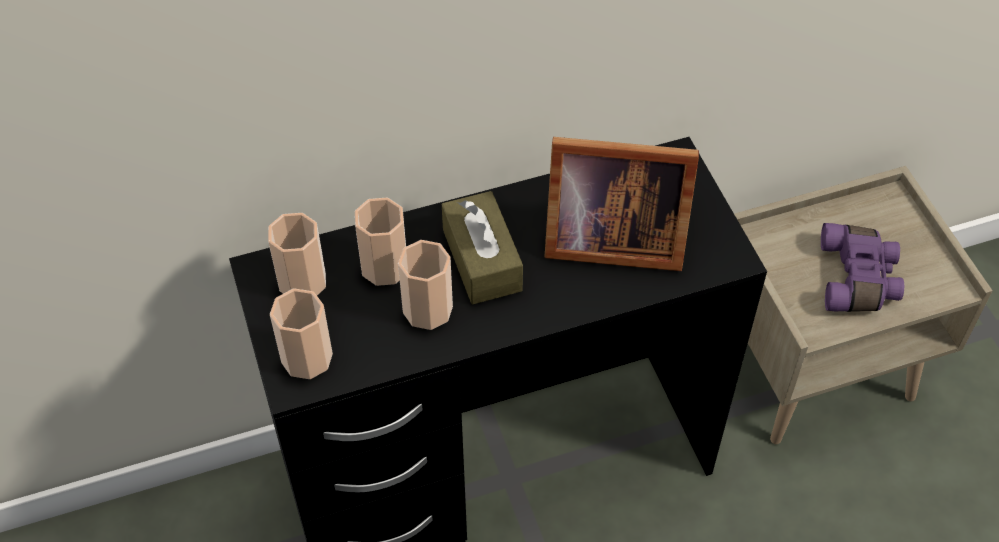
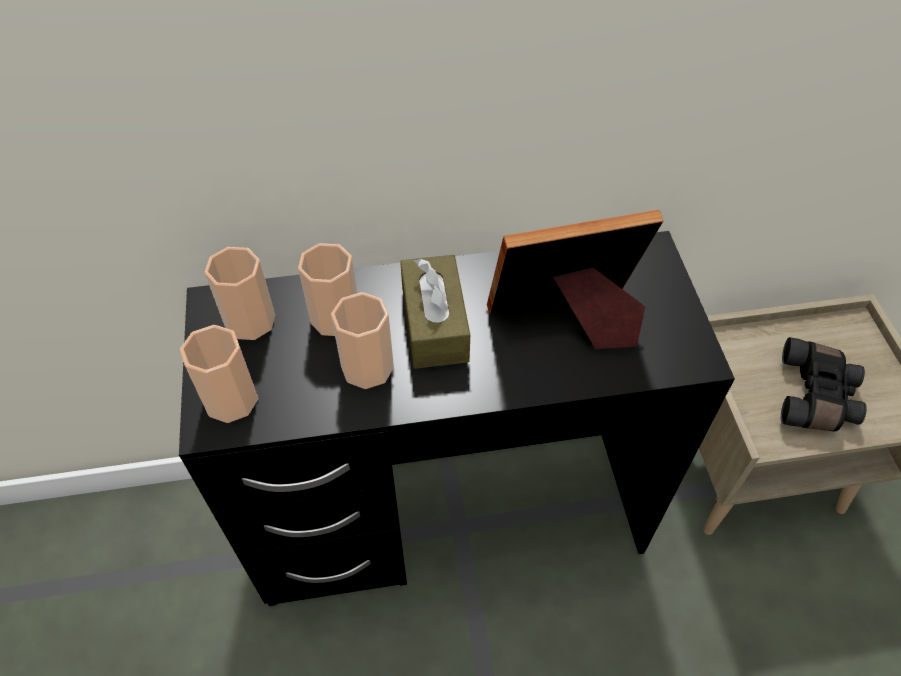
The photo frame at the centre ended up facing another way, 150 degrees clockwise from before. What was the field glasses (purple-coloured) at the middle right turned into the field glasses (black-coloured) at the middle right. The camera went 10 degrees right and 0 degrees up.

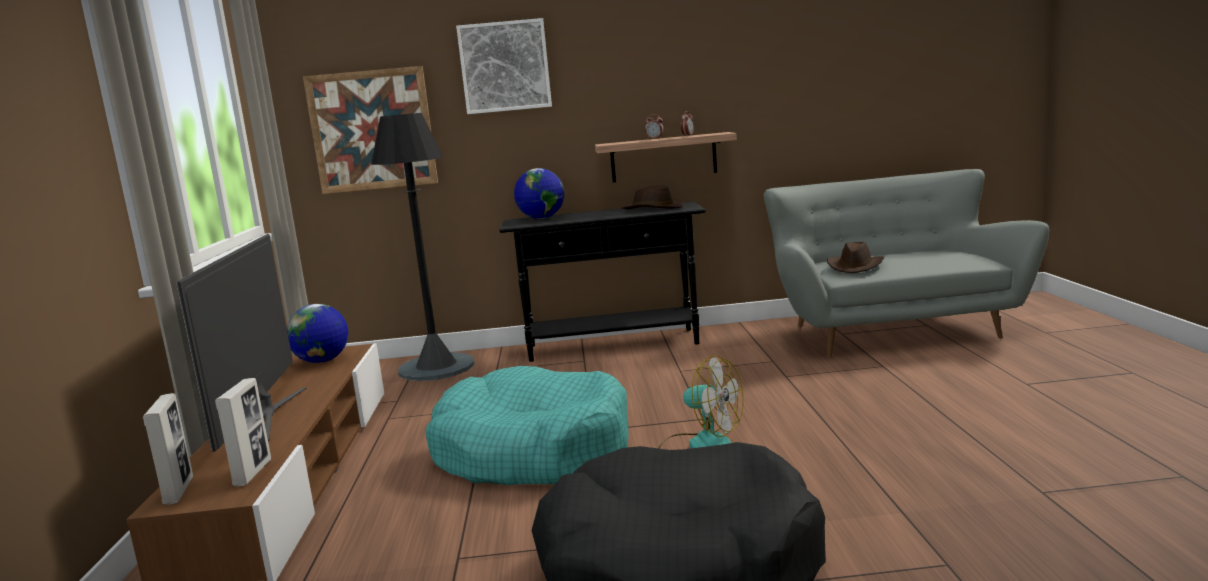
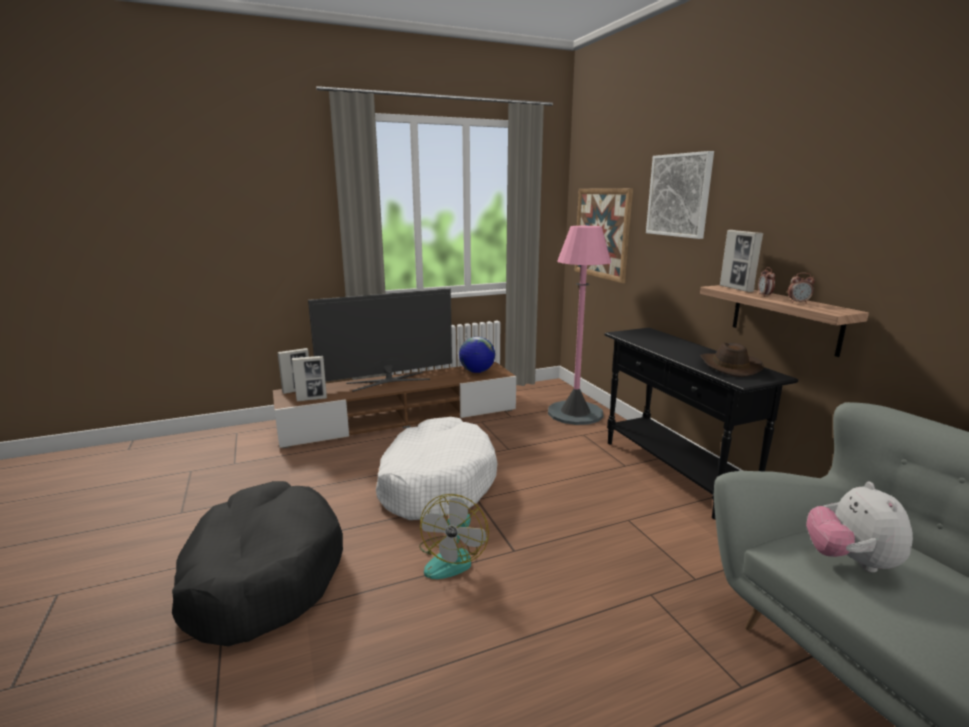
What was the standard lamp (black-coloured) at the centre turned into the standard lamp (pinkish) at the centre. The second view lost the world globe (2nd from left) at the top centre. Where the wearable hat (brown) (2nd from left) stood at the middle right, the soft toy came to stand at the bottom right. What was the pet bed (turquoise) at the bottom centre turned into the pet bed (white-coloured) at the centre. The second view gained the photo frame (3rd from left) at the middle right. The camera went 70 degrees right and 5 degrees up.

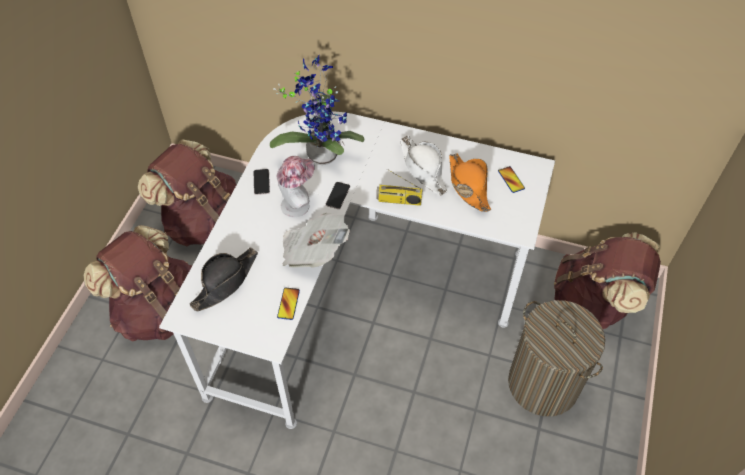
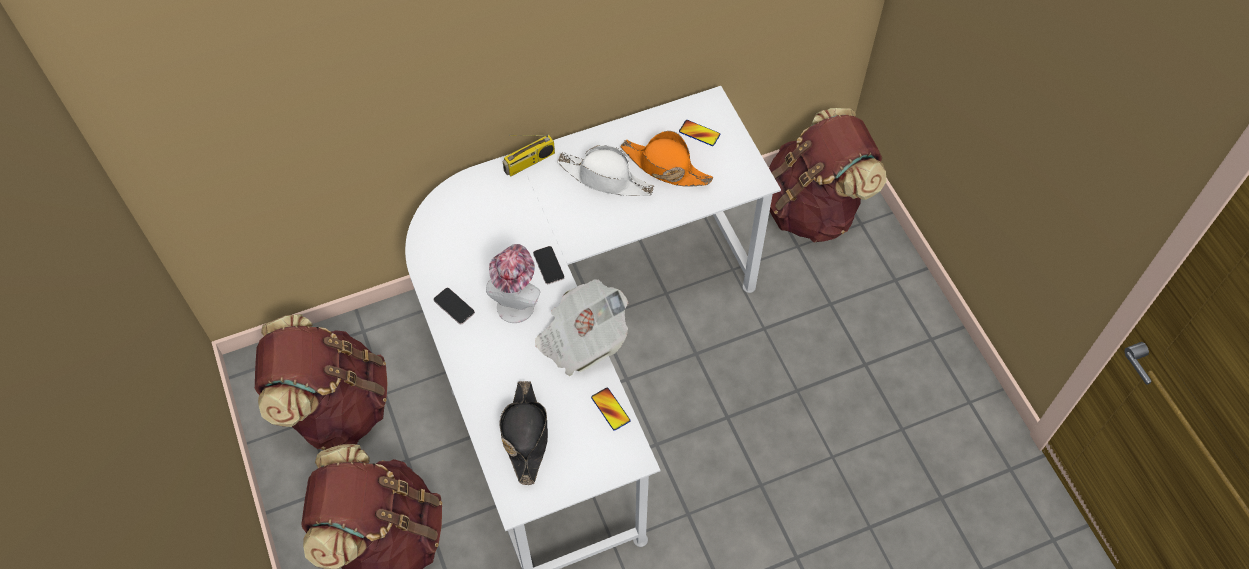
The second view lost the houseplant at the top centre. The radio receiver ended up elsewhere, having gone from the centre to the top centre. The second view lost the hamper at the bottom right. The camera went 40 degrees left and 5 degrees up.

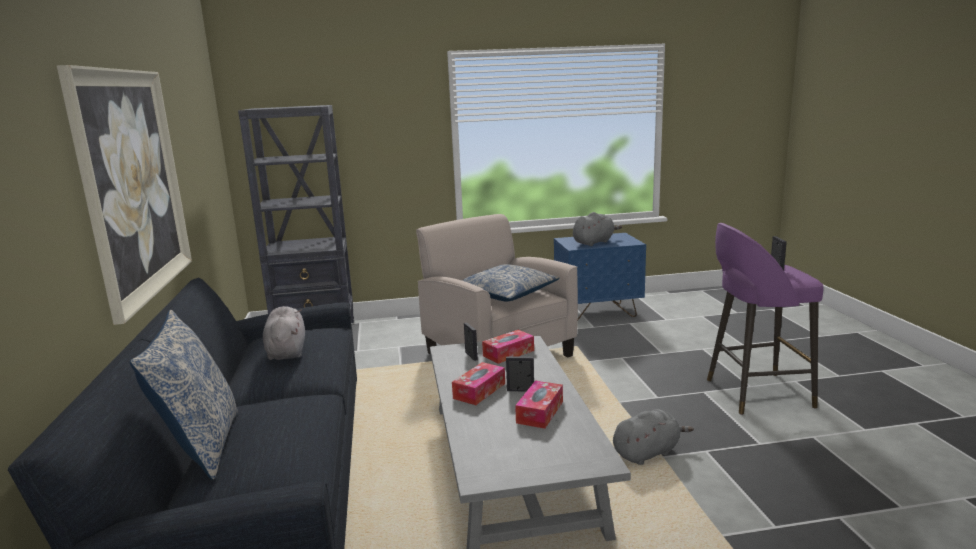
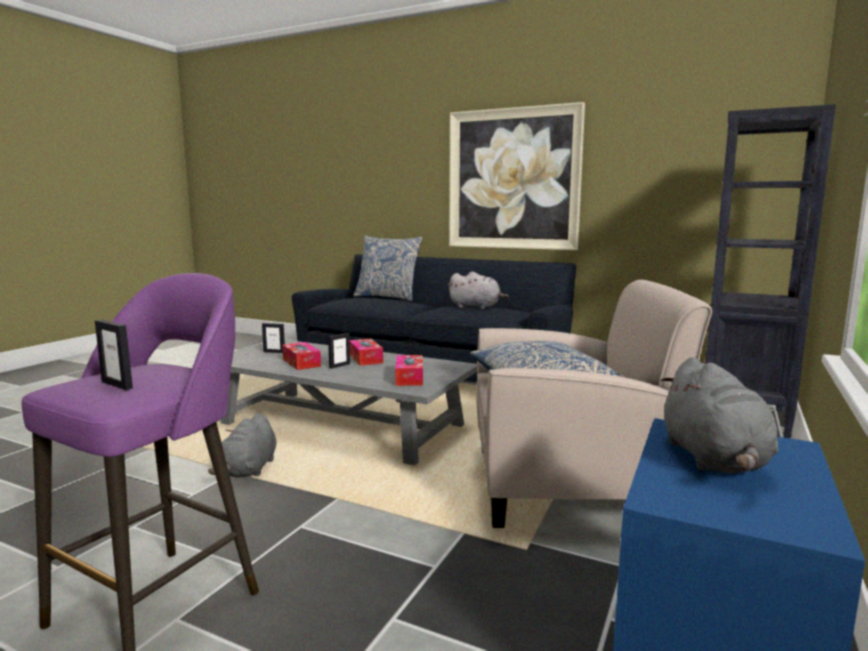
The photo frame (1st from left in the first image) ended up elsewhere, having gone from the centre to the middle left. The camera went 125 degrees right and 5 degrees down.

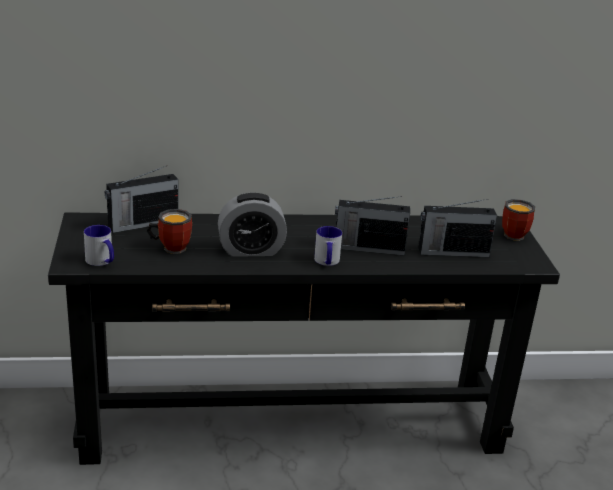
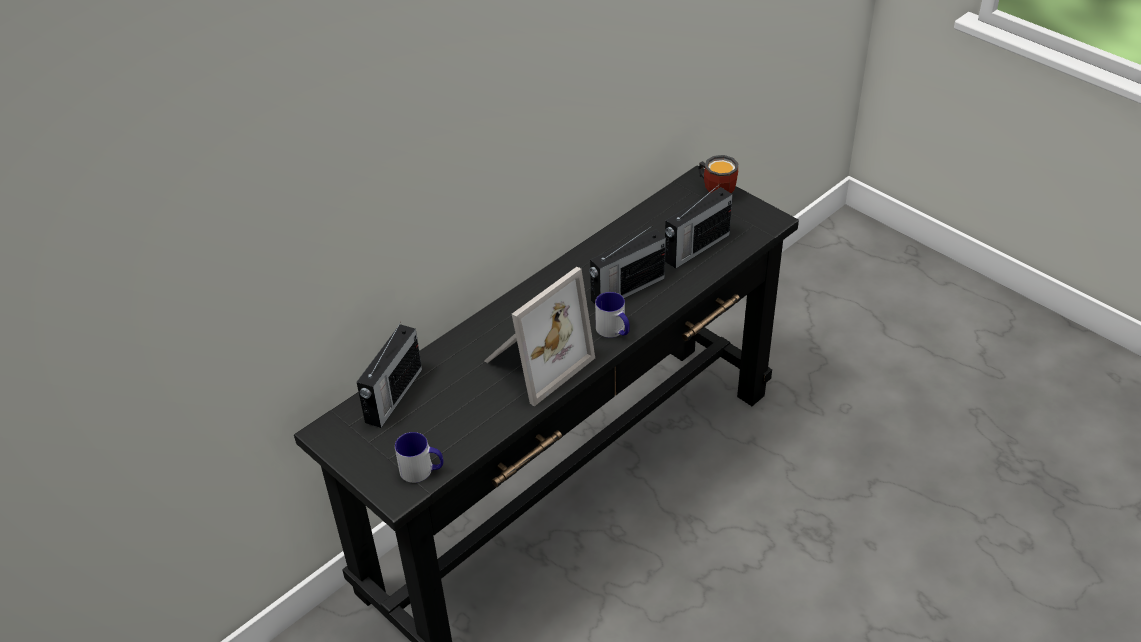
Where the bedside clock stood at the centre, the photo frame came to stand at the centre. The second view lost the mug (2nd from left) at the middle left. The camera went 35 degrees left and 15 degrees up.

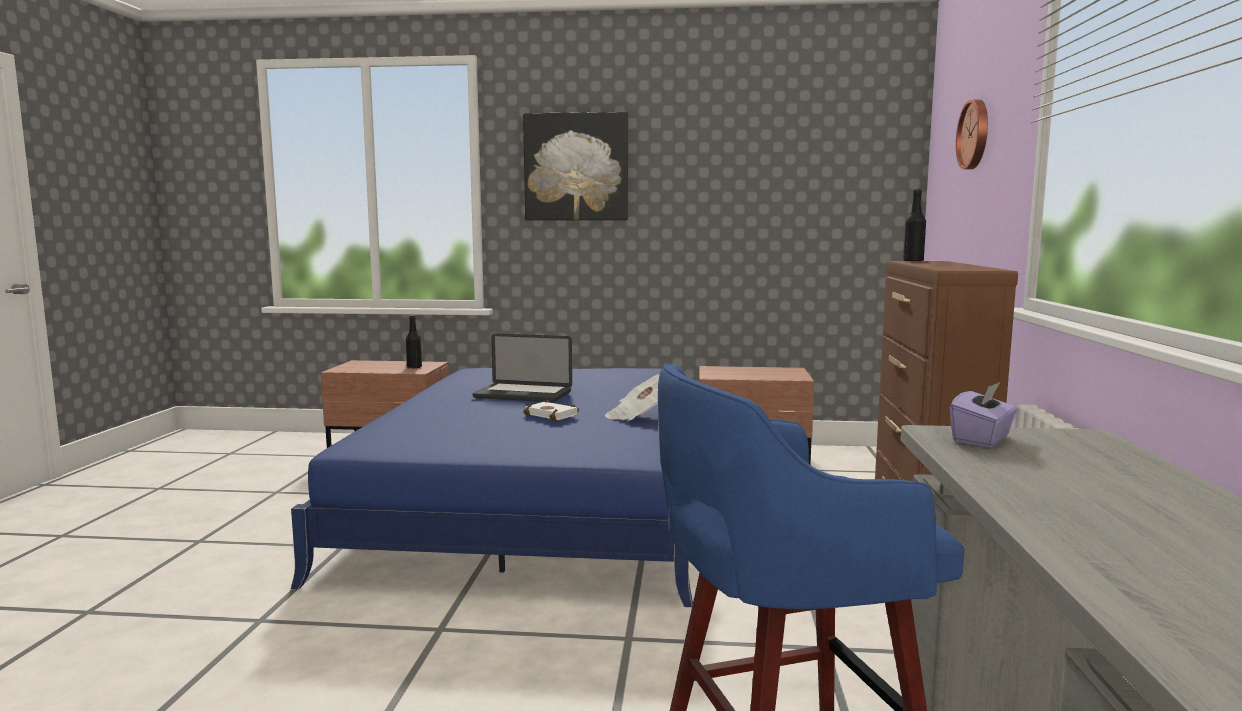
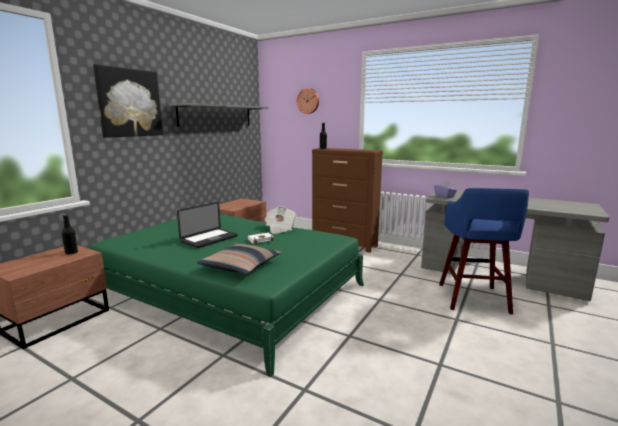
What was the bed (bluish) at the bottom centre turned into the bed (greenish) at the bottom centre. The second view gained the bracket shelf (grey) at the top centre. The second view gained the cushion at the centre. The camera went 65 degrees left and 5 degrees up.

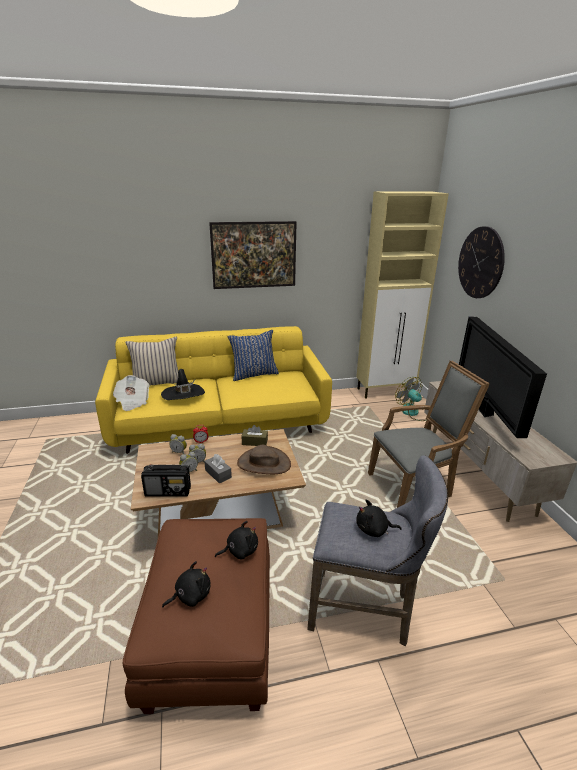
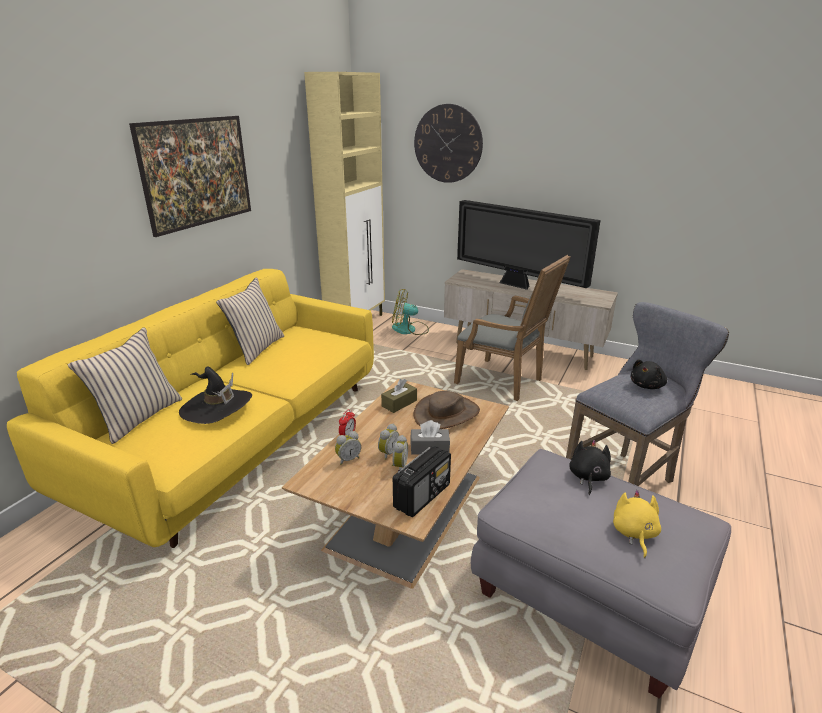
What was the cushion (bluish) at the centre turned into the cushion (sand-coloured) (2nd from left) at the middle left. The armchair (grey) at the middle right ended up facing another way, 105 degrees clockwise from before. The second view lost the newspaper at the middle left. What was the pouffe (brown) at the bottom centre turned into the pouffe (grey) at the bottom right. What was the soft toy (black-coloured) (1st from left) at the bottom left turned into the soft toy (yellowish) at the bottom right. The camera went 50 degrees left and 0 degrees up.

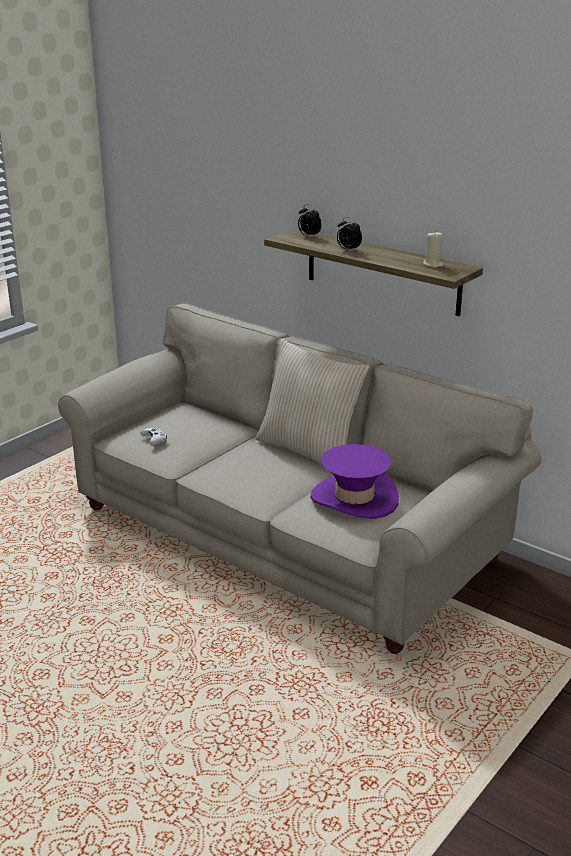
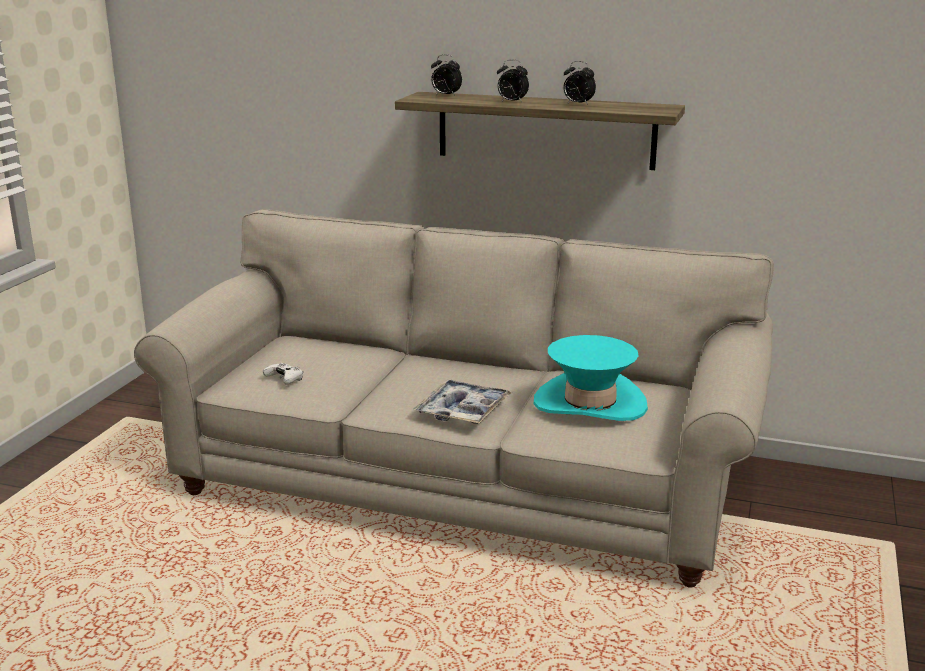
The second view lost the wax candle (sand-coloured) at the top right. The second view lost the cushion (sand-coloured) at the centre. What was the wearable hat (purple-coloured) at the centre turned into the wearable hat (turquoise) at the centre. The second view gained the bedside clock (3rd from left) at the top centre. The second view gained the tray at the centre. The camera went 20 degrees left and 5 degrees down.

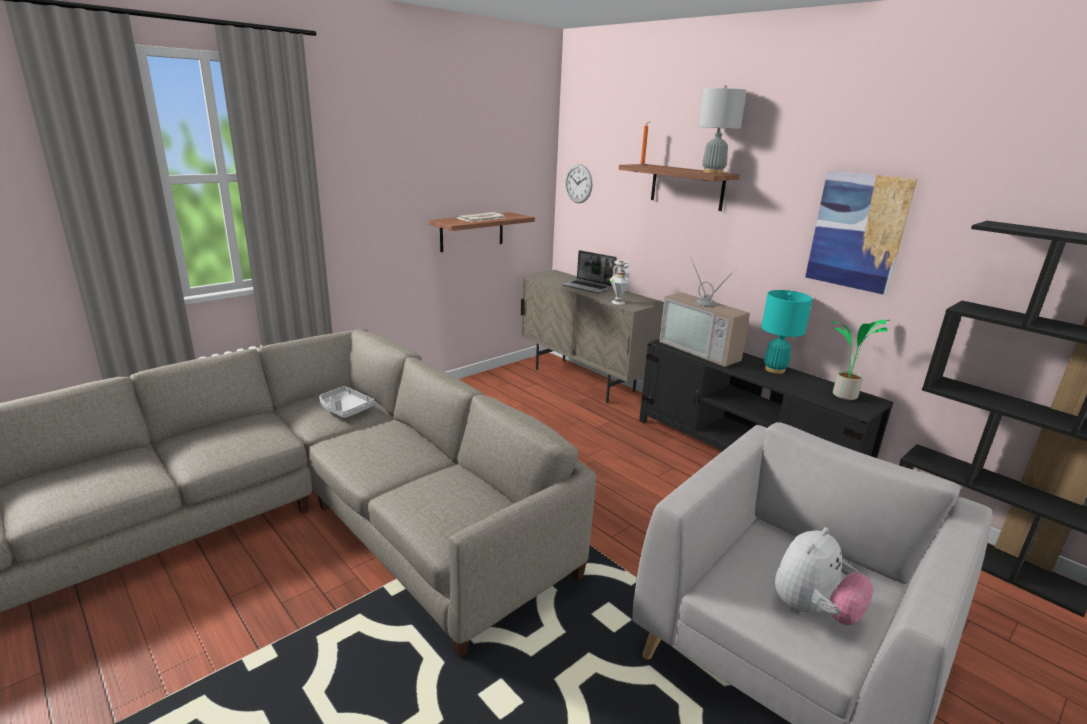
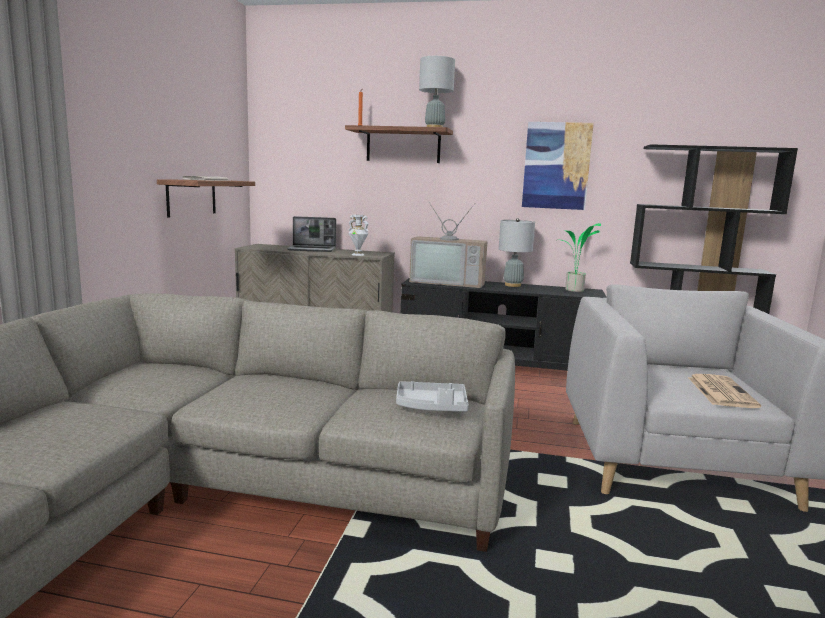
The second view lost the clock on the wall at the top centre. What was the table lamp (turquoise) at the middle right turned into the table lamp (grey) (2nd from left) at the centre. The tray (grey) ended up elsewhere, having gone from the middle left to the centre. Where the soft toy stood at the bottom right, the newspaper (2nd from left) came to stand at the middle right. The camera went 35 degrees left and 10 degrees down.

